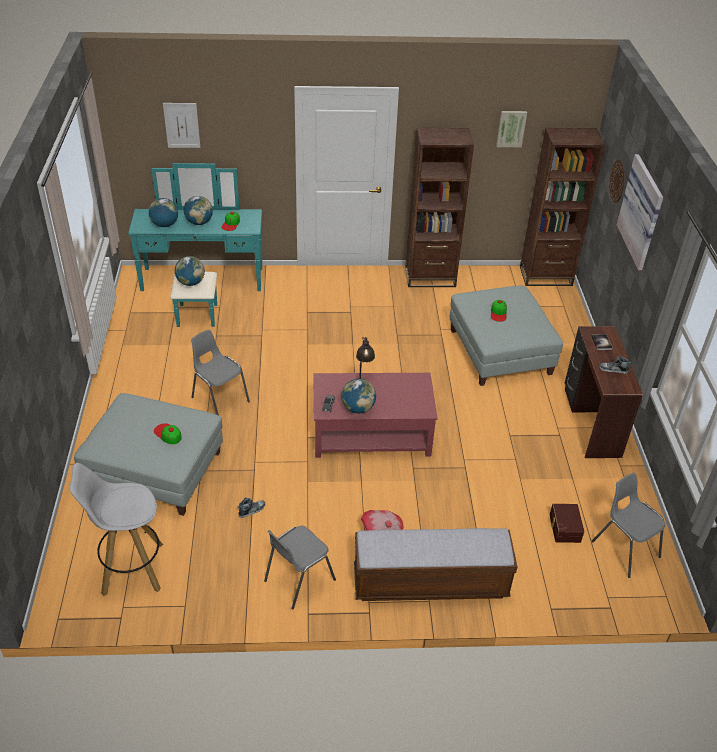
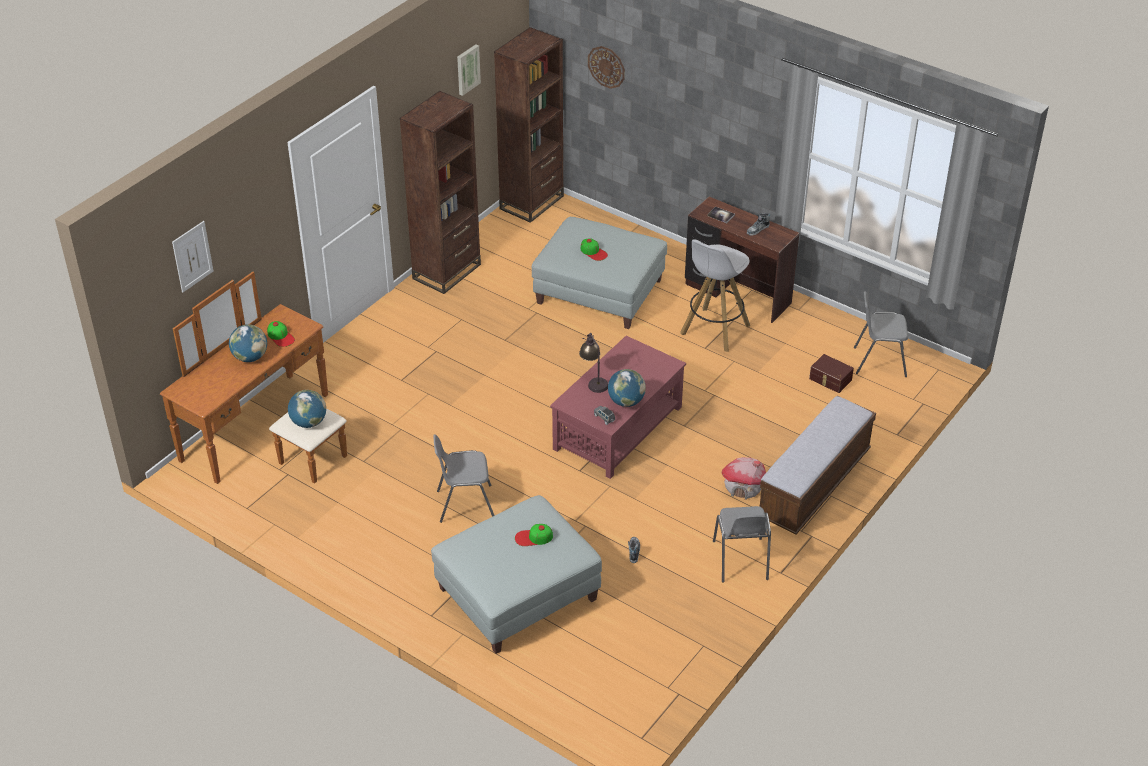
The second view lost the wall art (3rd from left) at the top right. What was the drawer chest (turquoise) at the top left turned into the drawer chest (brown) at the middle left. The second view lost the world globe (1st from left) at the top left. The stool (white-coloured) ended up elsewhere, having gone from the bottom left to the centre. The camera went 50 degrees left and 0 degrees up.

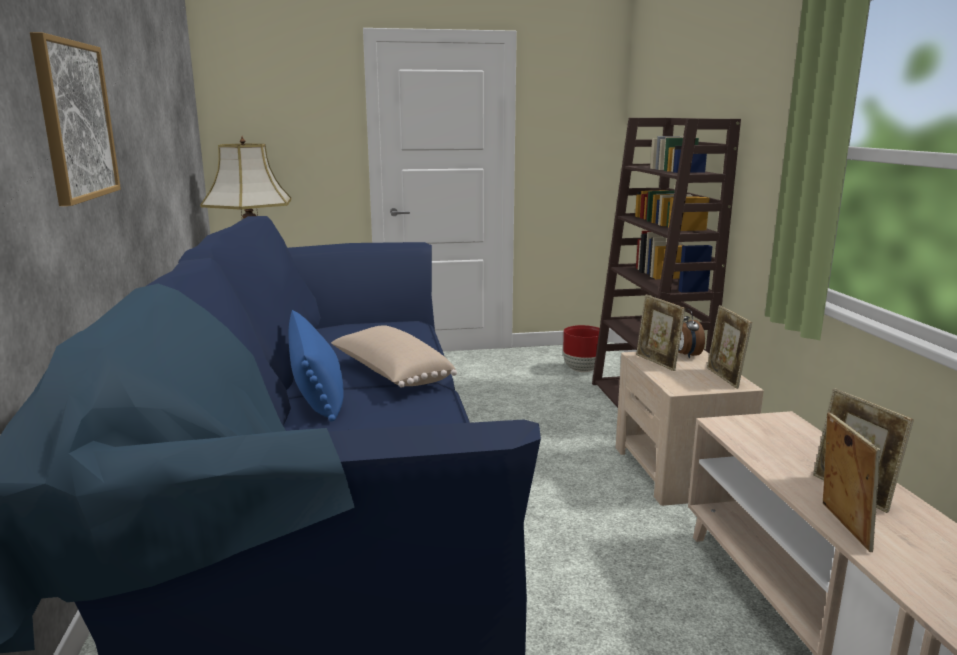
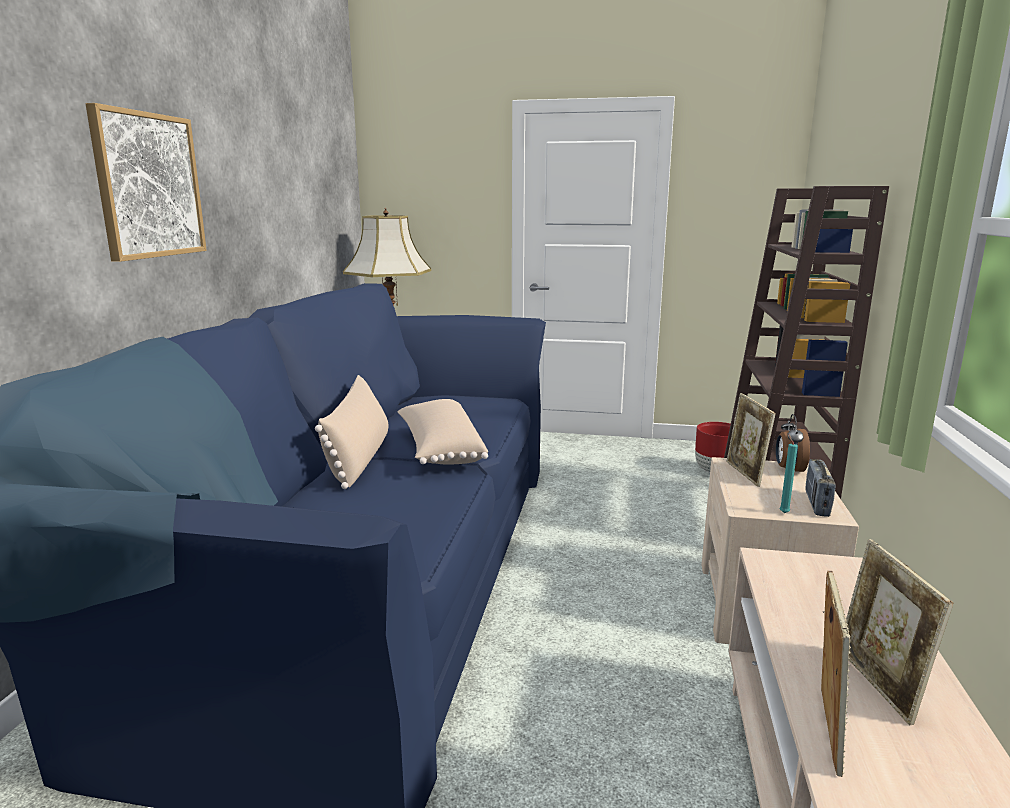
Where the photo frame (2nd from left) stood at the middle right, the radio receiver came to stand at the middle right. What was the cushion (bluish) at the middle left turned into the cushion (sand-coloured) (1st from left) at the centre. The second view gained the wax candle (turquoise) at the middle right. The camera went 20 degrees right and 0 degrees up.

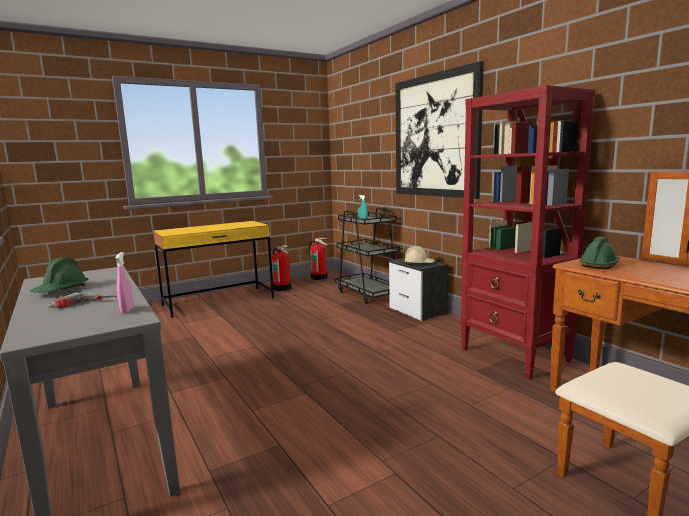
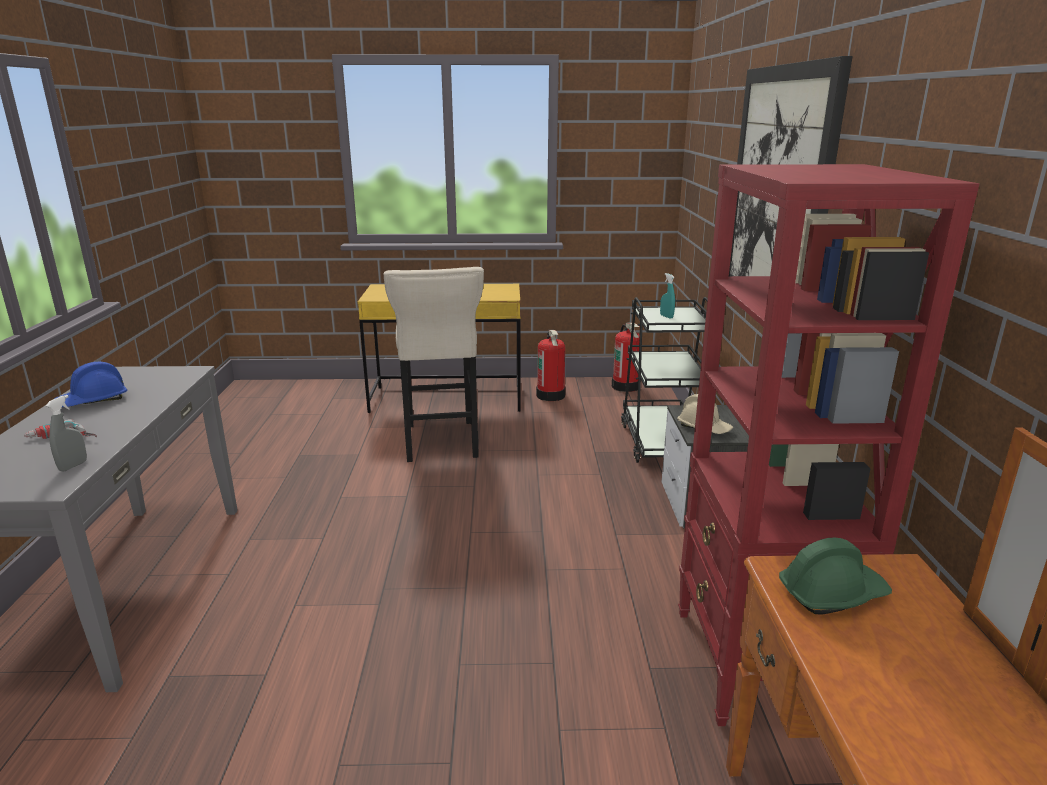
What was the spray bottle (pinkish) at the middle left turned into the spray bottle (grey) at the middle left. What was the safety helmet (greenish) (1st from left) at the middle left turned into the safety helmet (bluish) at the middle left. The second view gained the stool (sand-coloured) at the centre. The camera went 30 degrees right and 10 degrees up.

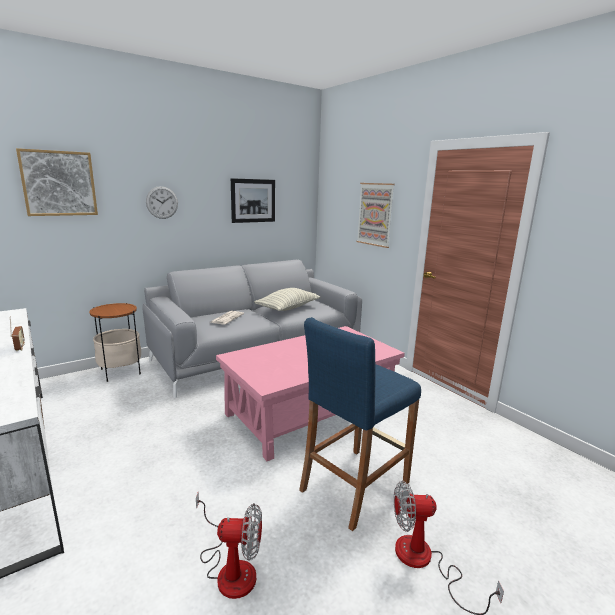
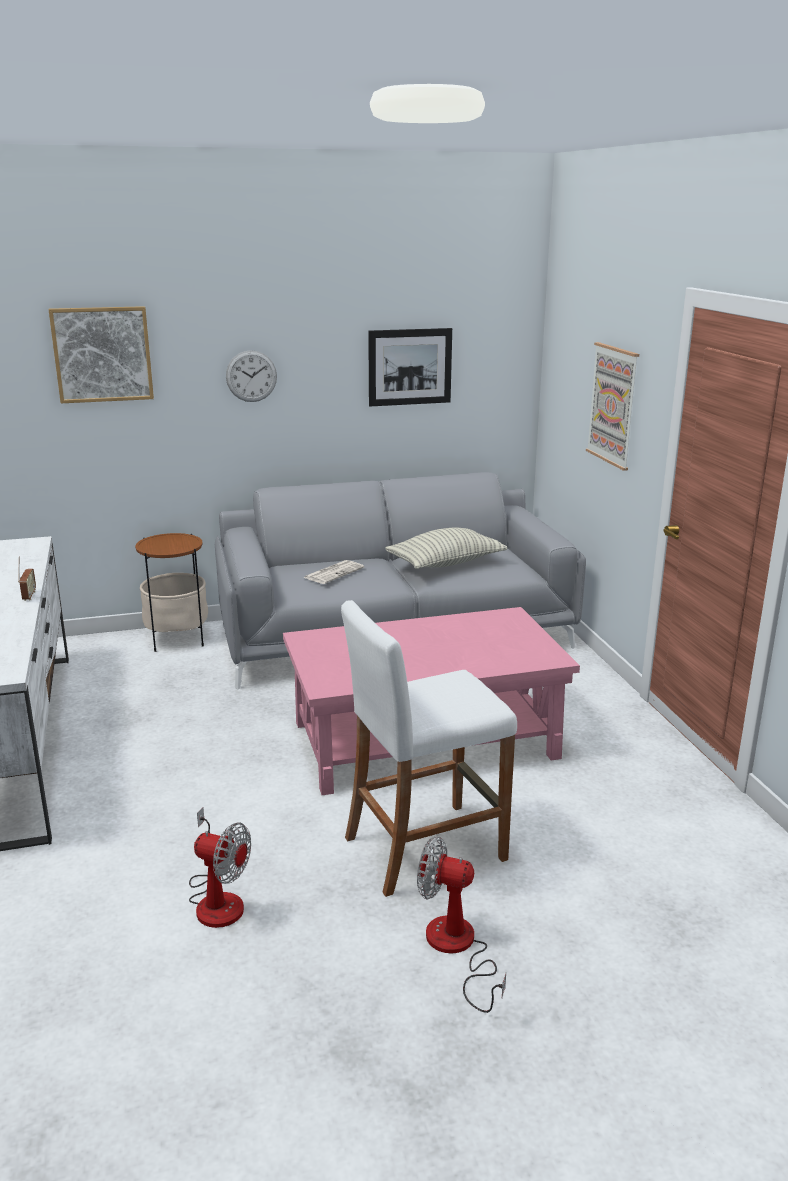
What was the stool (bluish) at the bottom centre turned into the stool (white-coloured) at the centre. The camera went 20 degrees right and 5 degrees up.

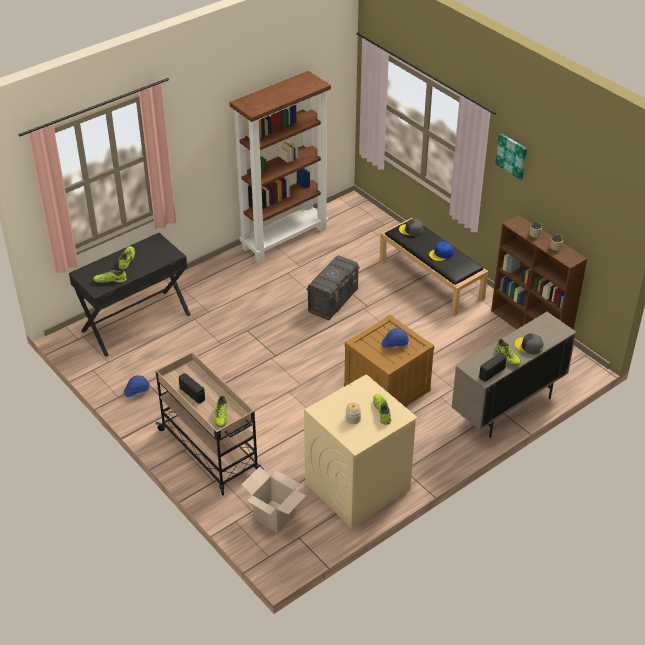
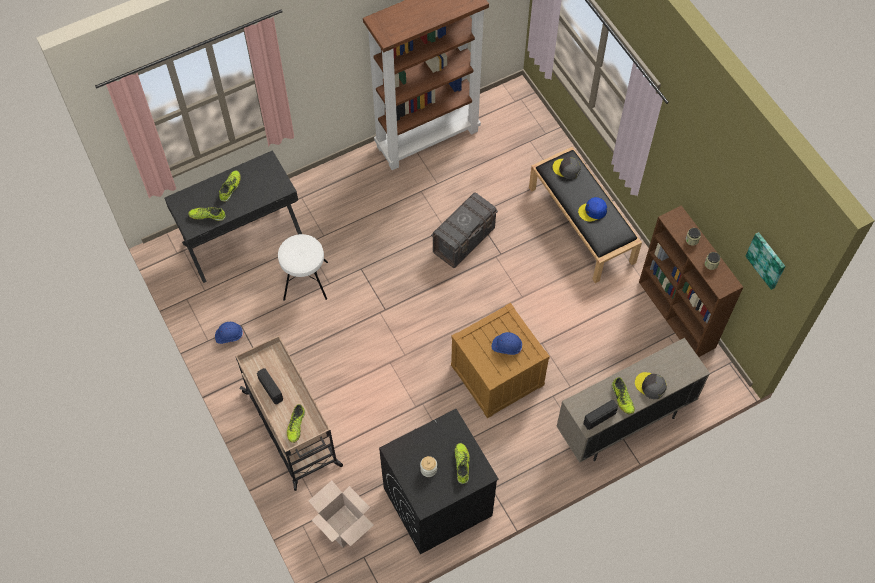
The wall art ended up elsewhere, having gone from the top right to the middle right. What was the laundry appliance (sand-coloured) at the bottom centre turned into the laundry appliance (black-coloured) at the bottom centre. The second view gained the stool (white-coloured) at the centre. The camera went 10 degrees right and 20 degrees up.

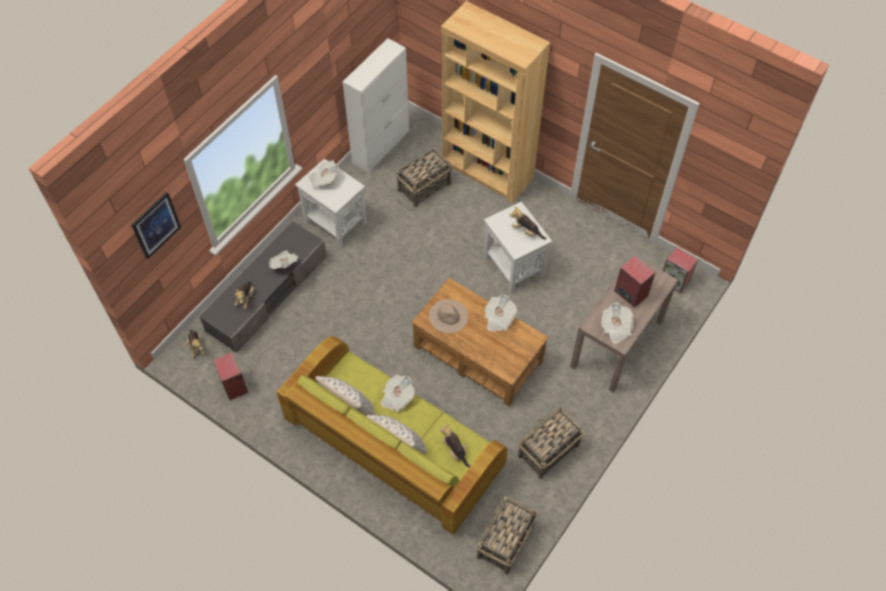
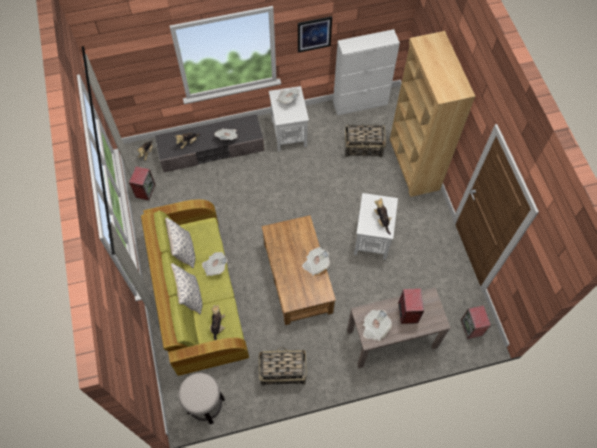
The wall art ended up elsewhere, having gone from the middle left to the top centre. The second view lost the wearable hat (sand-coloured) at the centre. Where the storage basket (2nd from left) stood at the bottom centre, the stool came to stand at the bottom centre. The camera went 40 degrees right and 5 degrees up.

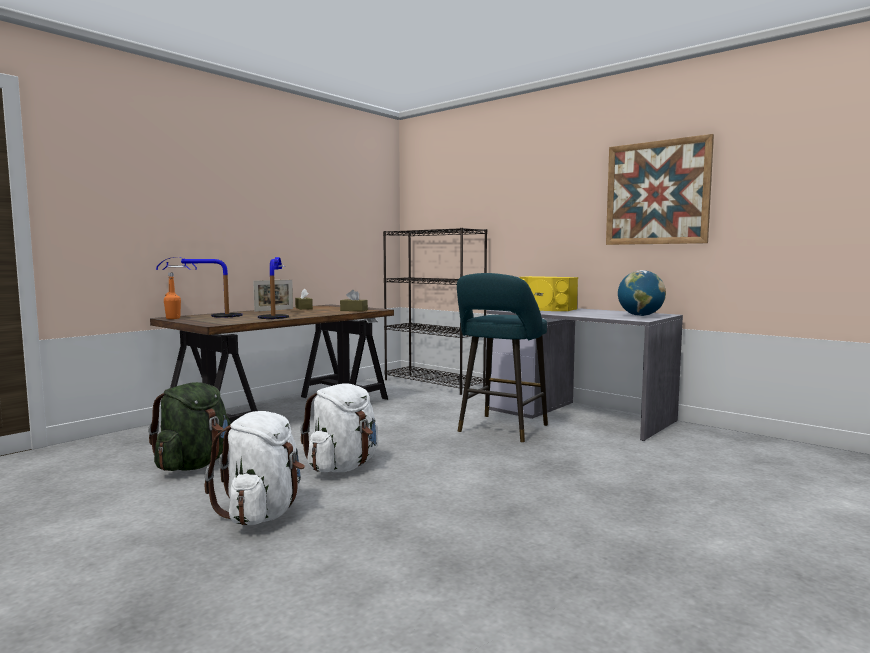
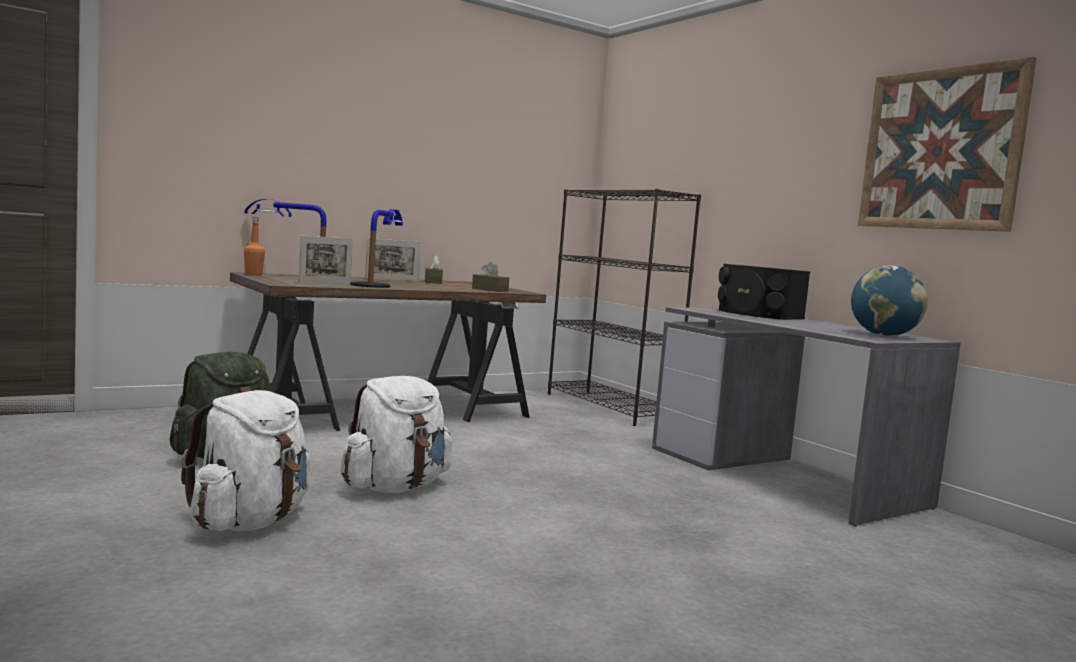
The second view lost the stool (turquoise) at the centre. What was the audio speaker (yellowish) at the centre turned into the audio speaker (black-coloured) at the middle right. The second view gained the photo frame (1st from left) at the middle left. The camera went 15 degrees right and 0 degrees up.

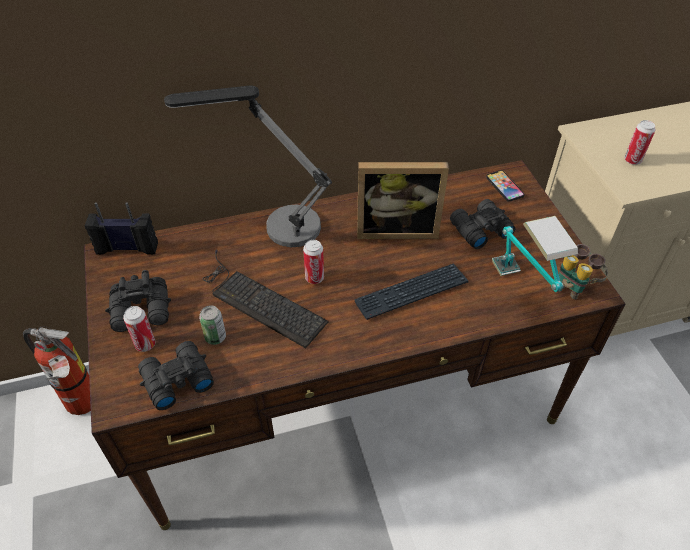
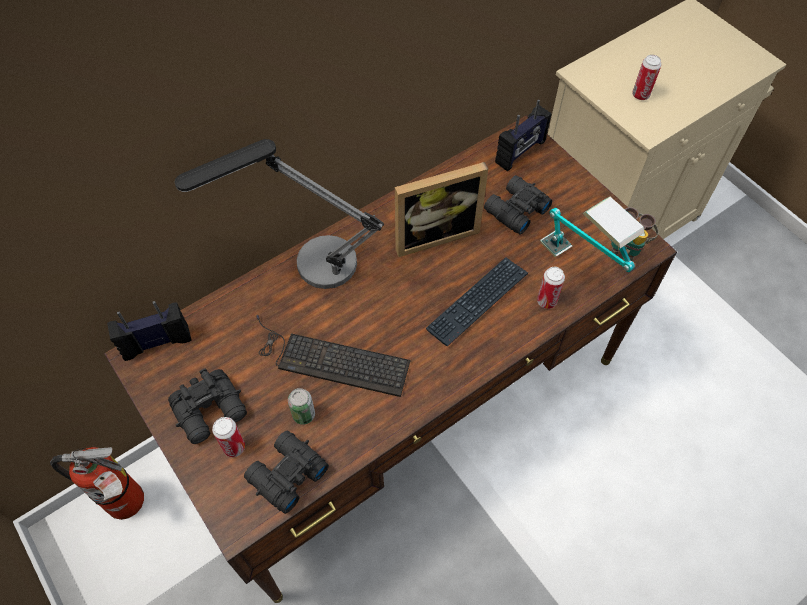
Where the handset stood at the middle right, the radio receiver (2nd from left) came to stand at the top centre. The sealed can (3rd from left) ended up elsewhere, having gone from the centre to the middle right. The camera went 20 degrees left and 10 degrees up.

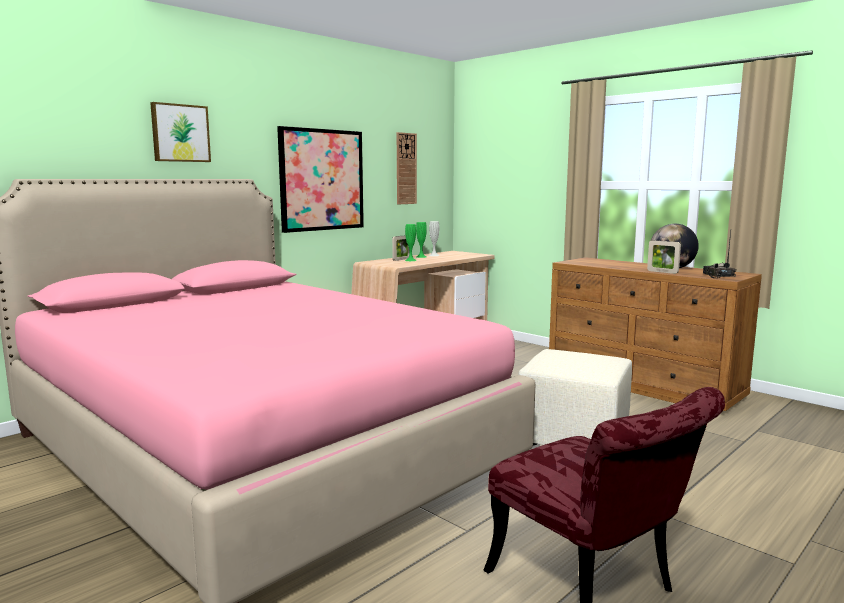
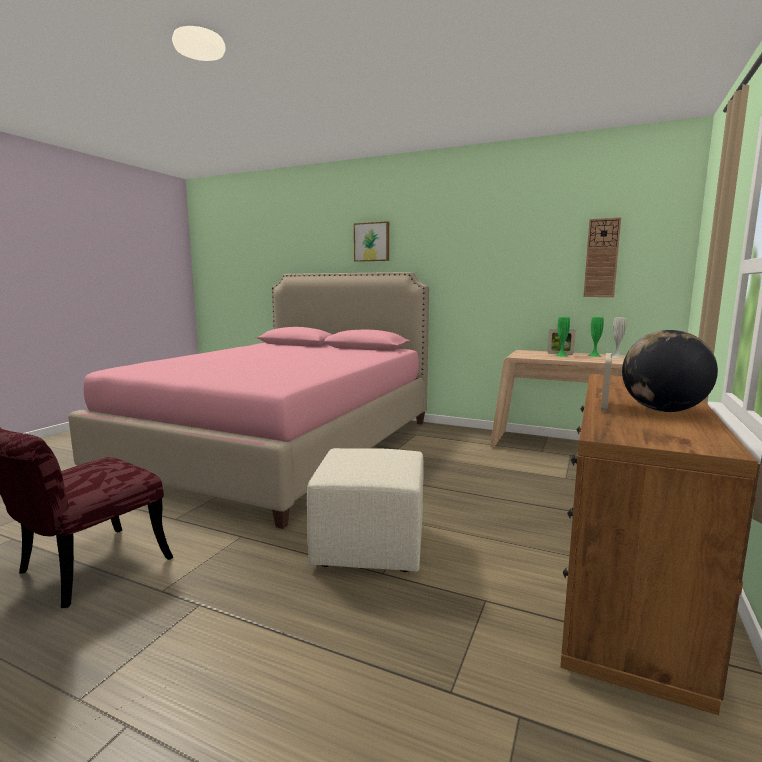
The second view lost the wall art (2nd from left) at the top centre. The second view lost the radio receiver at the middle right. The camera went 70 degrees right and 0 degrees up.

